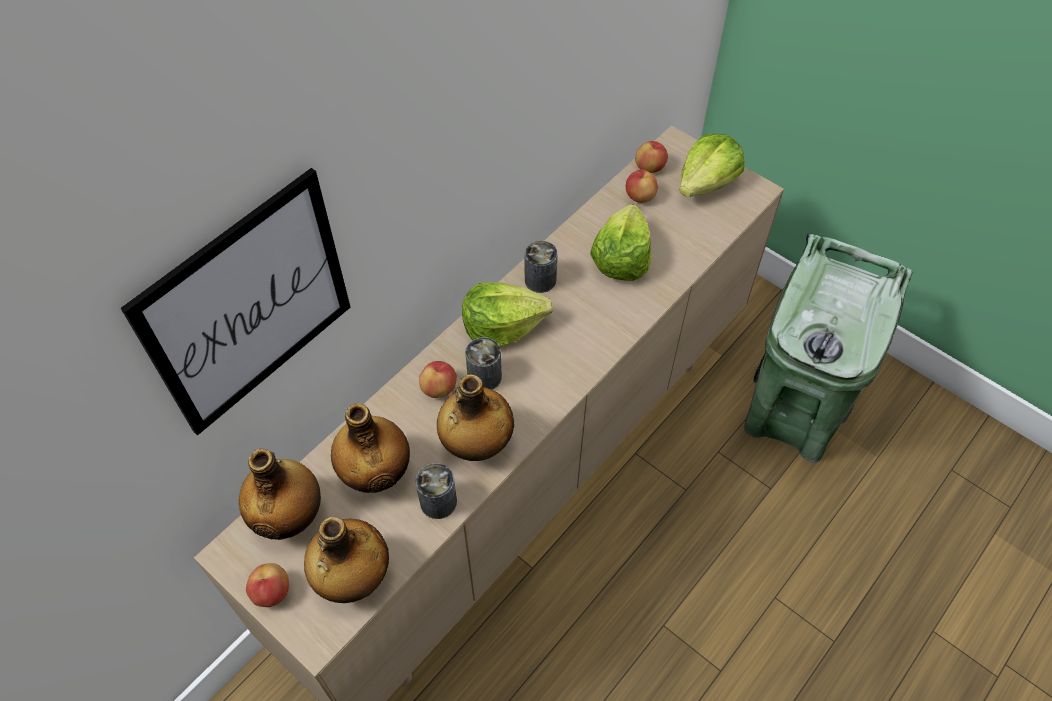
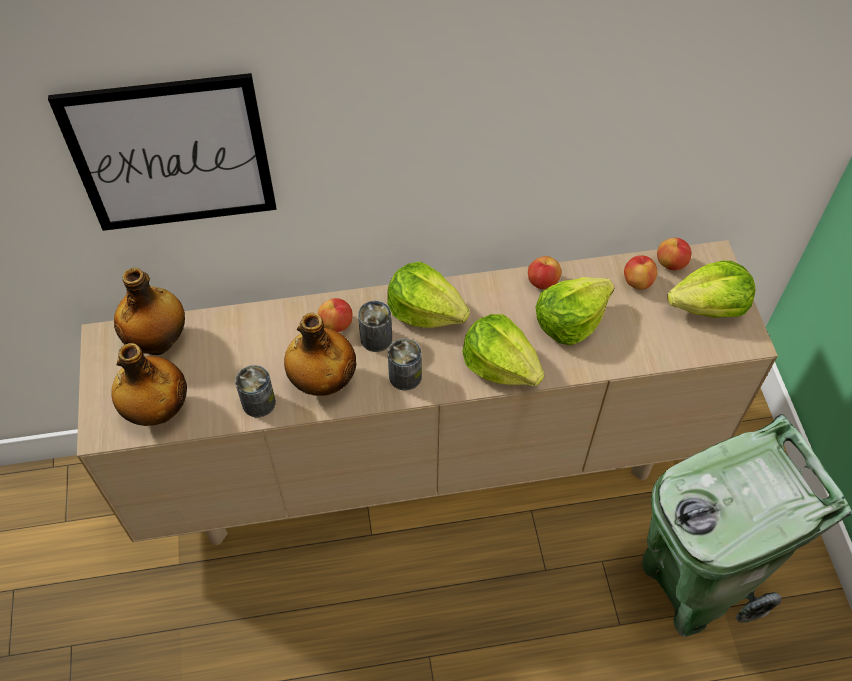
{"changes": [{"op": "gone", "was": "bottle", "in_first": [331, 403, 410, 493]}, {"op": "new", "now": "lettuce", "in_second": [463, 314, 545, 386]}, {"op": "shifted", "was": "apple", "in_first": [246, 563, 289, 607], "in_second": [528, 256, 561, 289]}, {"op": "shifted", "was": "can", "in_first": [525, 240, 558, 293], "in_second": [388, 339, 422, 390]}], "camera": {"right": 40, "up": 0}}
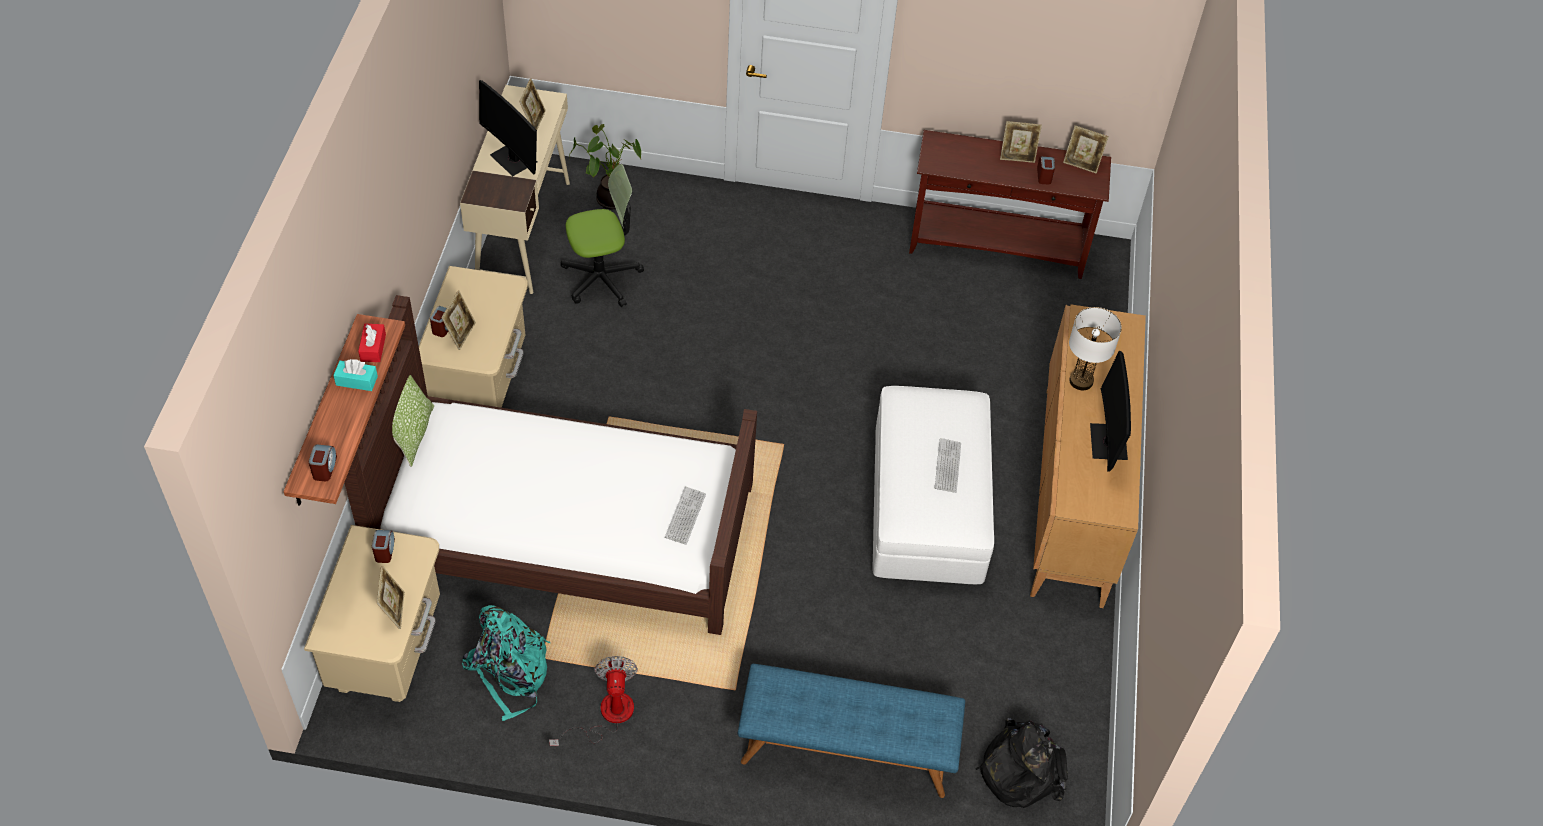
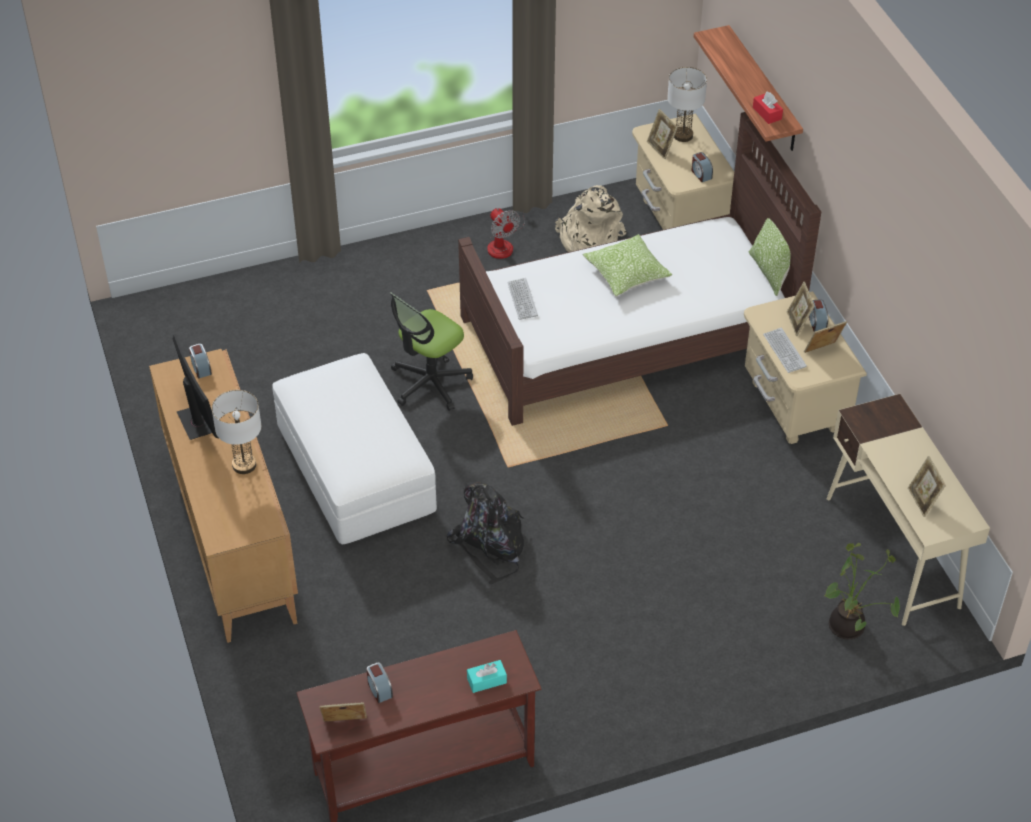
{"changes": [{"op": "gone", "was": "monitor", "in_first": [479, 80, 537, 176]}, {"op": "gone", "was": "bench (blue)", "in_first": [738, 664, 965, 798]}, {"op": "new", "now": "pillow", "in_second": [583, 234, 672, 297]}, {"op": "new", "now": "table lamp", "in_second": [667, 67, 707, 142]}, {"op": "shifted", "was": "alarm clock", "in_first": [309, 444, 337, 481], "in_second": [189, 344, 212, 379]}, {"op": "shifted", "was": "tissue box (turquoise)", "in_first": [333, 359, 378, 391], "in_second": [467, 660, 507, 693]}, {"op": "shifted", "was": "office chair", "in_first": [561, 164, 644, 307], "in_second": [390, 292, 473, 411]}, {"op": "shifted", "was": "keyboard", "in_first": [935, 438, 961, 493], "in_second": [763, 328, 807, 373]}, {"op": "shifted", "was": "backpack (black)", "in_first": [975, 718, 1068, 808], "in_second": [447, 482, 524, 585]}, {"op": "shifted", "was": "picture frame", "in_first": [1000, 121, 1042, 163], "in_second": [804, 321, 847, 353]}, {"op": "repainted", "was": "backpack (turquoise)", "now": "backpack (beige)", "in_first": [462, 605, 550, 721], "in_second": [555, 185, 627, 252]}], "camera": {"right": 155, "up": -5}}
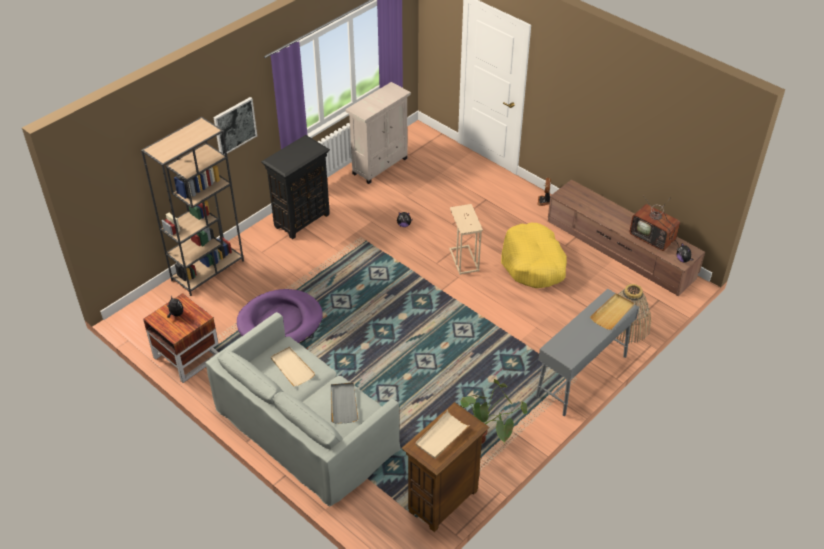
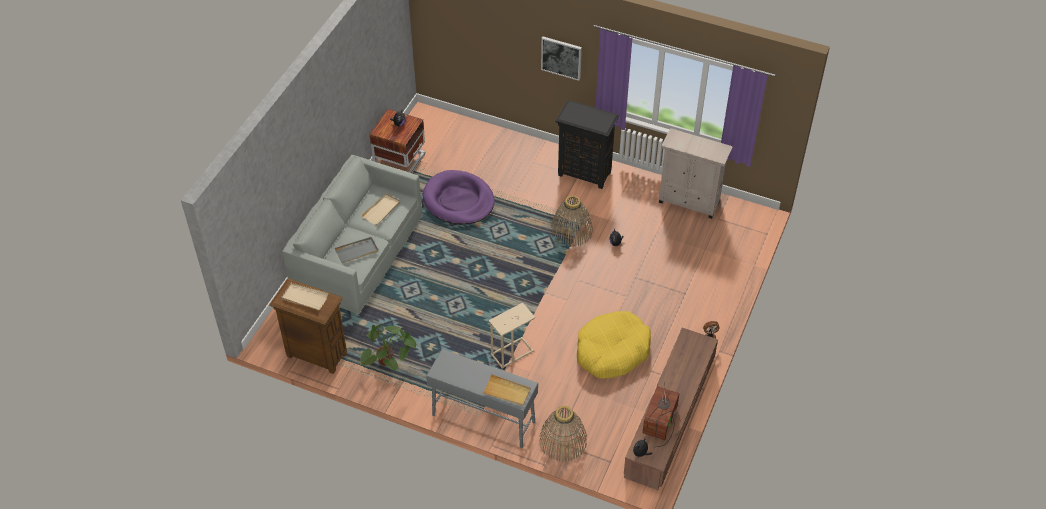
{"changes": [{"op": "gone", "was": "bookcase", "in_first": [141, 117, 244, 296]}, {"op": "new", "now": "basket", "in_second": [551, 195, 593, 247]}, {"op": "shifted", "was": "side table (beige)", "in_first": [449, 204, 483, 275], "in_second": [489, 303, 535, 369]}], "camera": {"right": 70, "up": 5}}
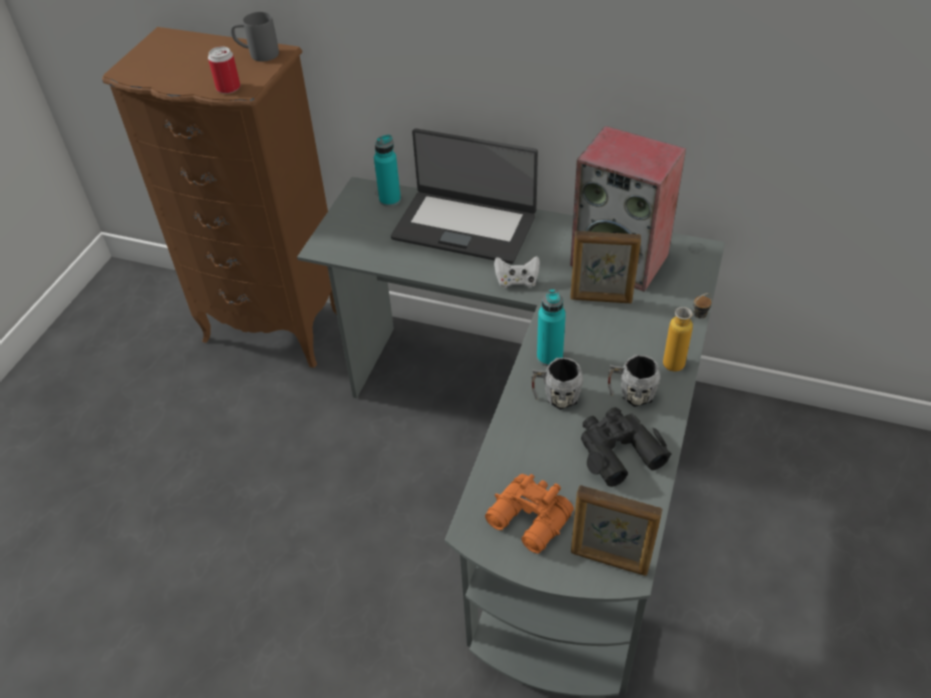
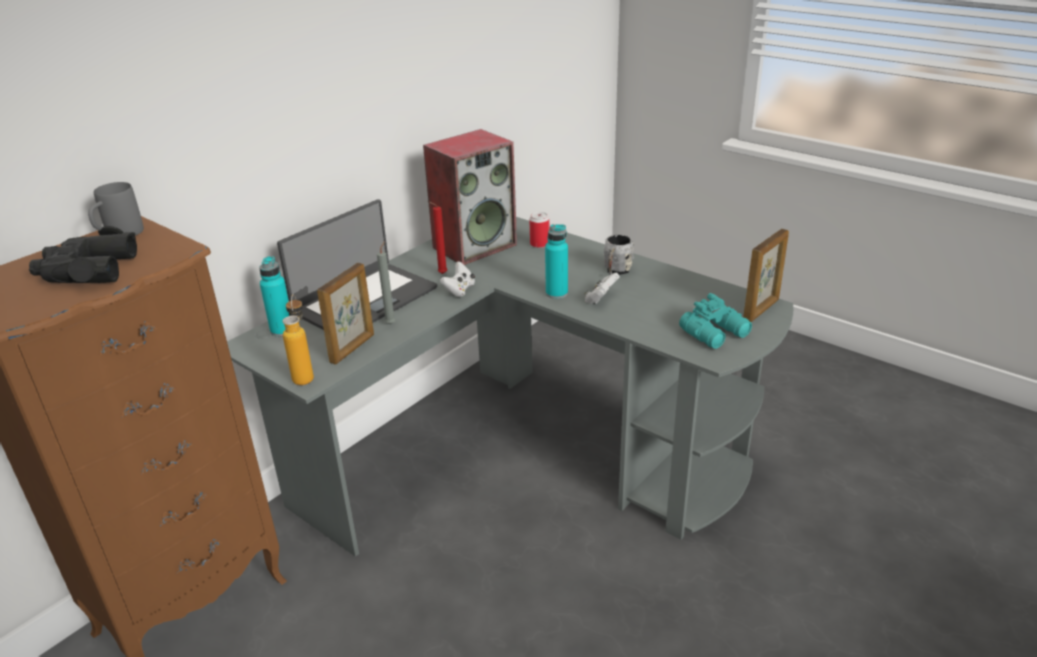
{"changes": [{"op": "new", "now": "candle (grey)", "in_second": [377, 241, 396, 324]}, {"op": "new", "now": "candle (red)", "in_second": [428, 201, 448, 274]}, {"op": "shifted", "was": "can", "in_first": [208, 46, 240, 94], "in_second": [529, 212, 549, 248]}, {"op": "shifted", "was": "picture frame", "in_first": [570, 231, 641, 303], "in_second": [317, 263, 374, 365]}, {"op": "shifted", "was": "binoculars (black)", "in_first": [581, 407, 671, 487], "in_second": [29, 226, 137, 283]}, {"op": "shifted", "was": "bottle", "in_first": [663, 293, 712, 372], "in_second": [282, 294, 314, 385]}, {"op": "swapped", "was": "mug (grey)", "now": "game controller (white)", "in_first": [531, 358, 583, 410], "in_second": [584, 273, 619, 304]}, {"op": "repainted", "was": "binoculars (orange)", "now": "binoculars (turquoise)", "in_first": [485, 474, 574, 554], "in_second": [679, 293, 752, 349]}], "camera": {"right": -70, "up": -15}}
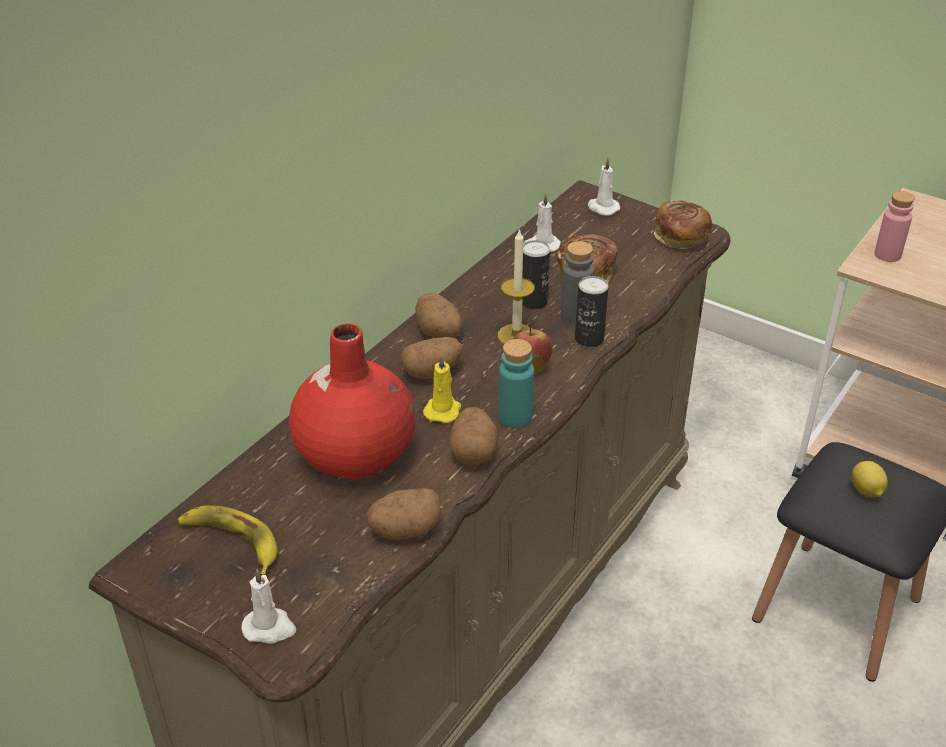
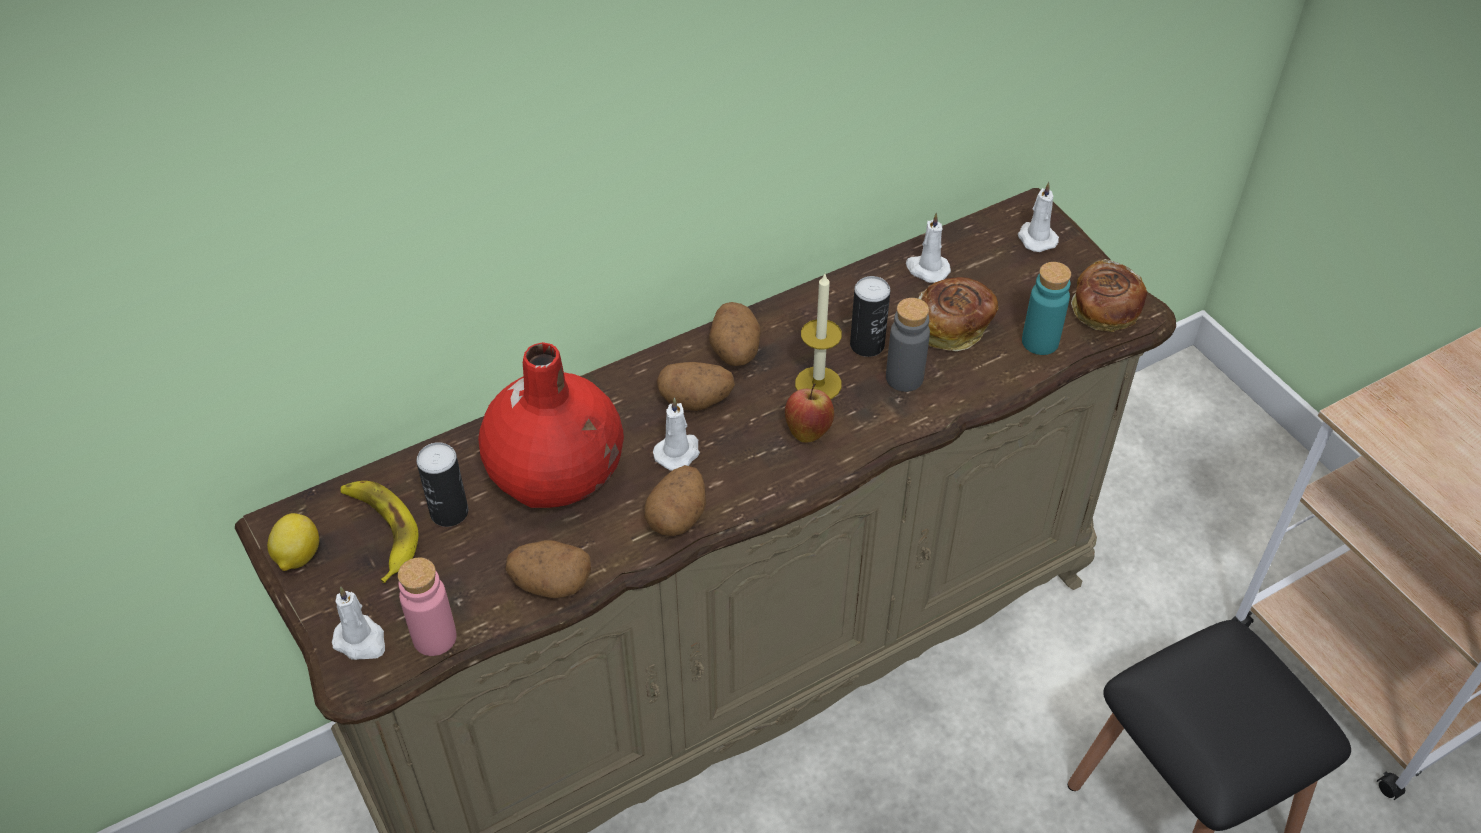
{"changes": [{"op": "shifted", "was": "bottle (turquoise)", "in_first": [498, 339, 534, 428], "in_second": [1022, 262, 1071, 355]}, {"op": "shifted", "was": "can", "in_first": [575, 276, 609, 347], "in_second": [416, 442, 468, 527]}, {"op": "shifted", "was": "lemon", "in_first": [852, 461, 888, 498], "in_second": [267, 513, 319, 571]}, {"op": "shifted", "was": "bottle (pink)", "in_first": [874, 191, 915, 262], "in_second": [398, 558, 457, 656]}, {"op": "repainted", "was": "candle (yellow)", "now": "candle (white)", "in_first": [423, 354, 461, 423], "in_second": [653, 397, 700, 471]}], "camera": {"right": 25, "up": 10}}
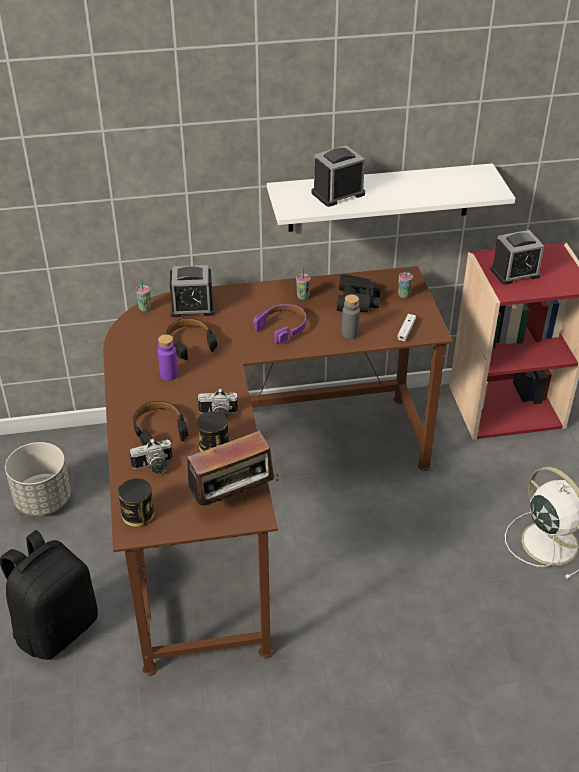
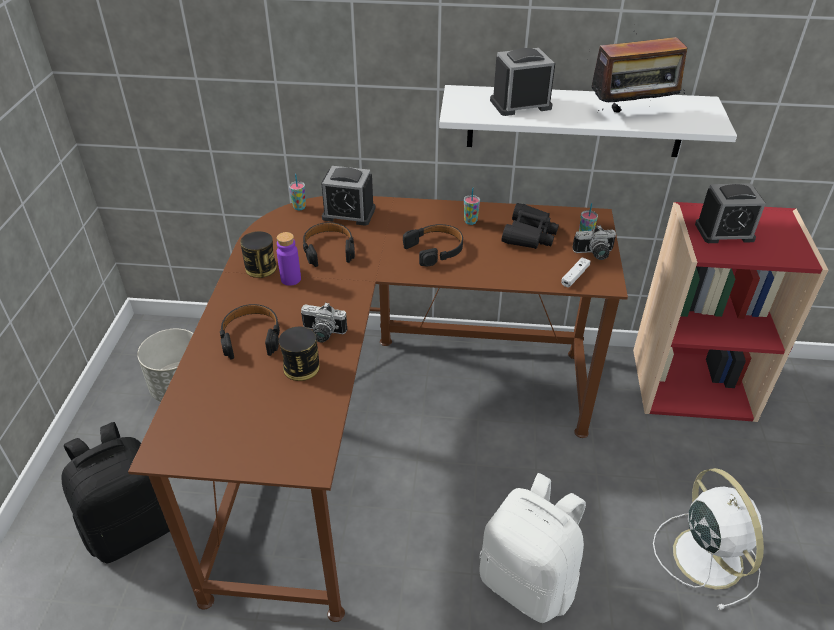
{"changes": [{"op": "gone", "was": "bottle (grey)", "in_first": [342, 294, 360, 339]}, {"op": "new", "now": "backpack (white)", "in_second": [480, 473, 586, 623]}, {"op": "shifted", "was": "can", "in_first": [118, 478, 155, 527], "in_second": [240, 231, 277, 278]}, {"op": "shifted", "was": "photo camera", "in_first": [130, 439, 172, 474], "in_second": [572, 225, 616, 260]}, {"op": "shifted", "was": "radio", "in_first": [178, 431, 278, 508], "in_second": [589, 30, 687, 112]}, {"op": "repainted", "was": "headphones (purple)", "now": "headphones (black)", "in_first": [253, 304, 306, 344], "in_second": [403, 224, 463, 266]}], "camera": {"right": 15, "up": 0}}
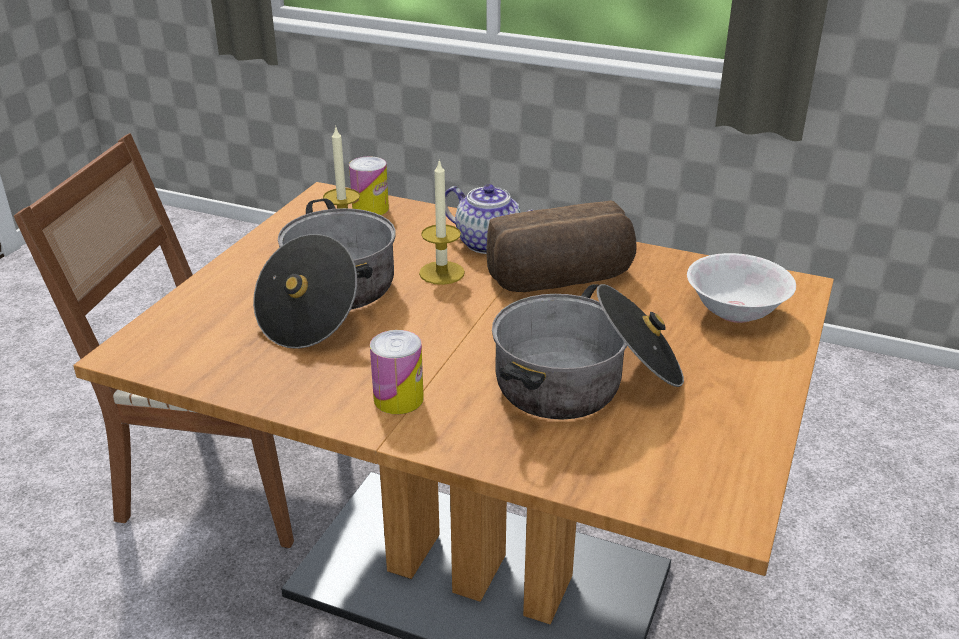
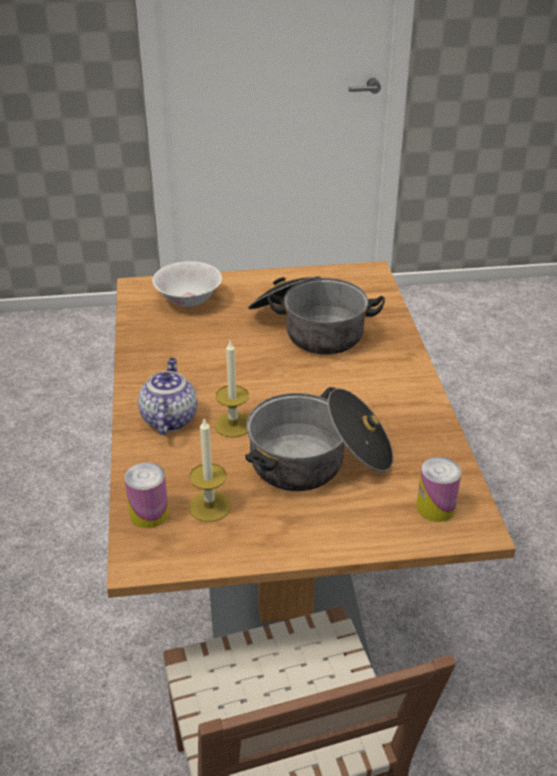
{"changes": [{"op": "gone", "was": "bread", "in_first": [486, 200, 636, 292]}, {"op": "shifted", "was": "can", "in_first": [370, 330, 424, 414], "in_second": [416, 457, 462, 522]}], "camera": {"right": -120, "up": 5}}
